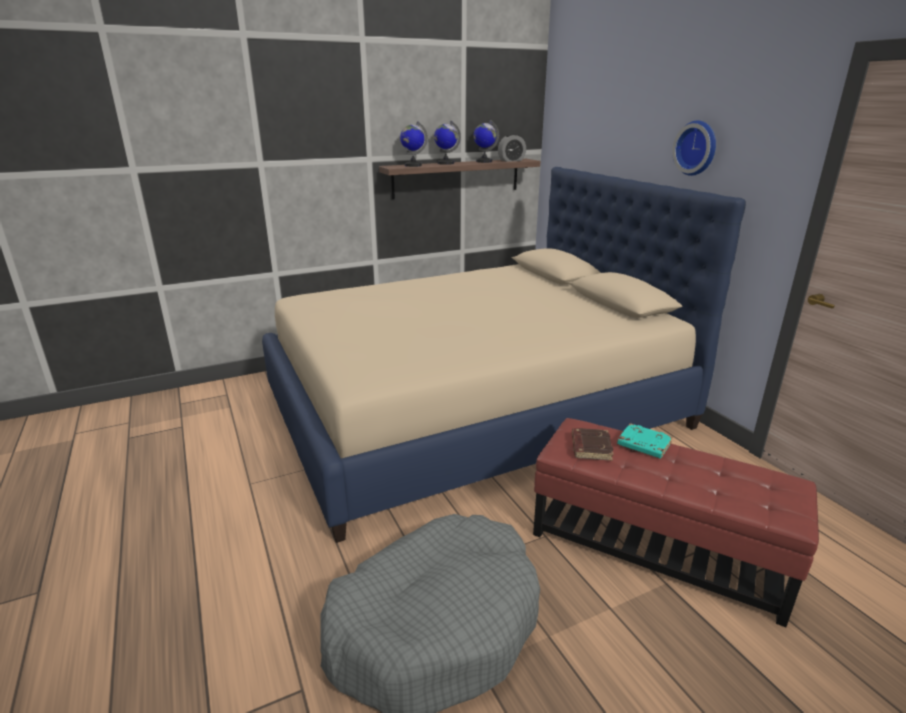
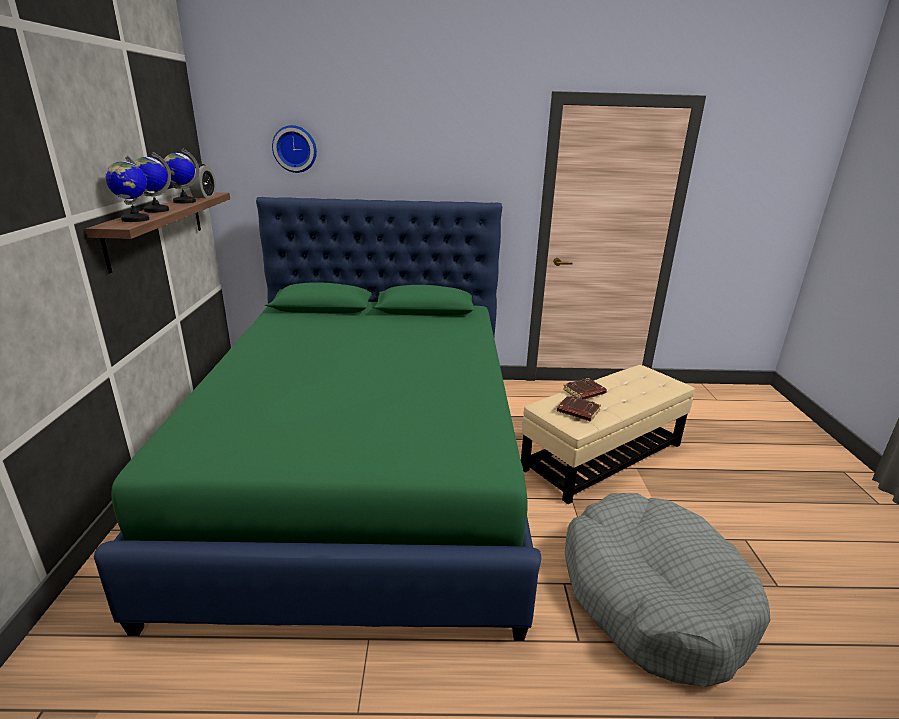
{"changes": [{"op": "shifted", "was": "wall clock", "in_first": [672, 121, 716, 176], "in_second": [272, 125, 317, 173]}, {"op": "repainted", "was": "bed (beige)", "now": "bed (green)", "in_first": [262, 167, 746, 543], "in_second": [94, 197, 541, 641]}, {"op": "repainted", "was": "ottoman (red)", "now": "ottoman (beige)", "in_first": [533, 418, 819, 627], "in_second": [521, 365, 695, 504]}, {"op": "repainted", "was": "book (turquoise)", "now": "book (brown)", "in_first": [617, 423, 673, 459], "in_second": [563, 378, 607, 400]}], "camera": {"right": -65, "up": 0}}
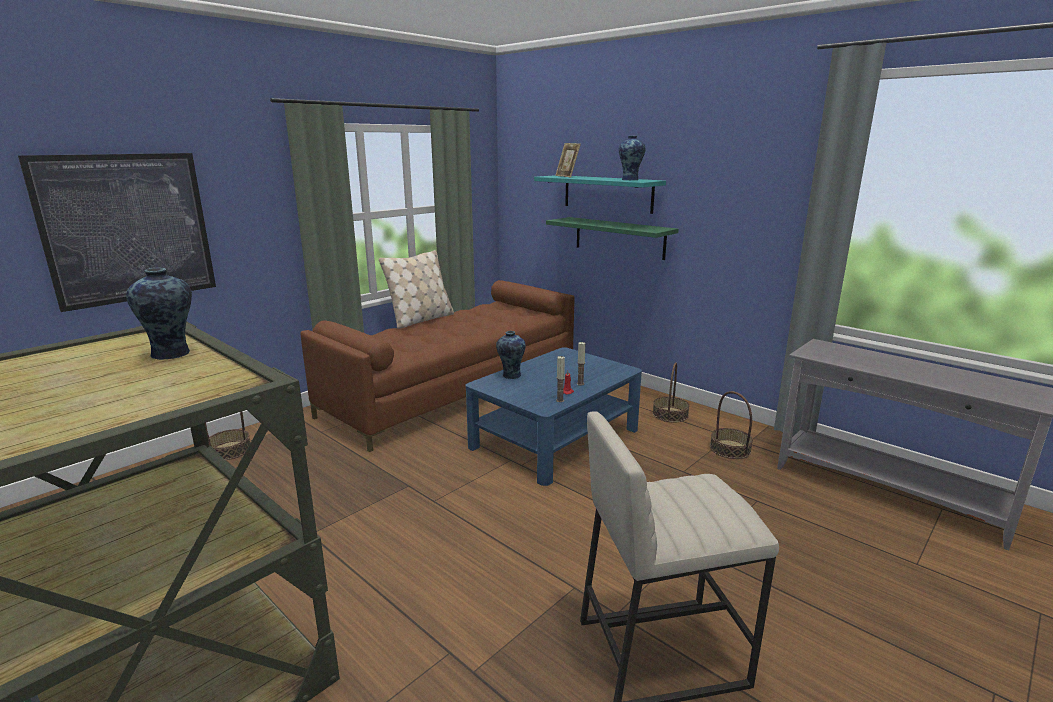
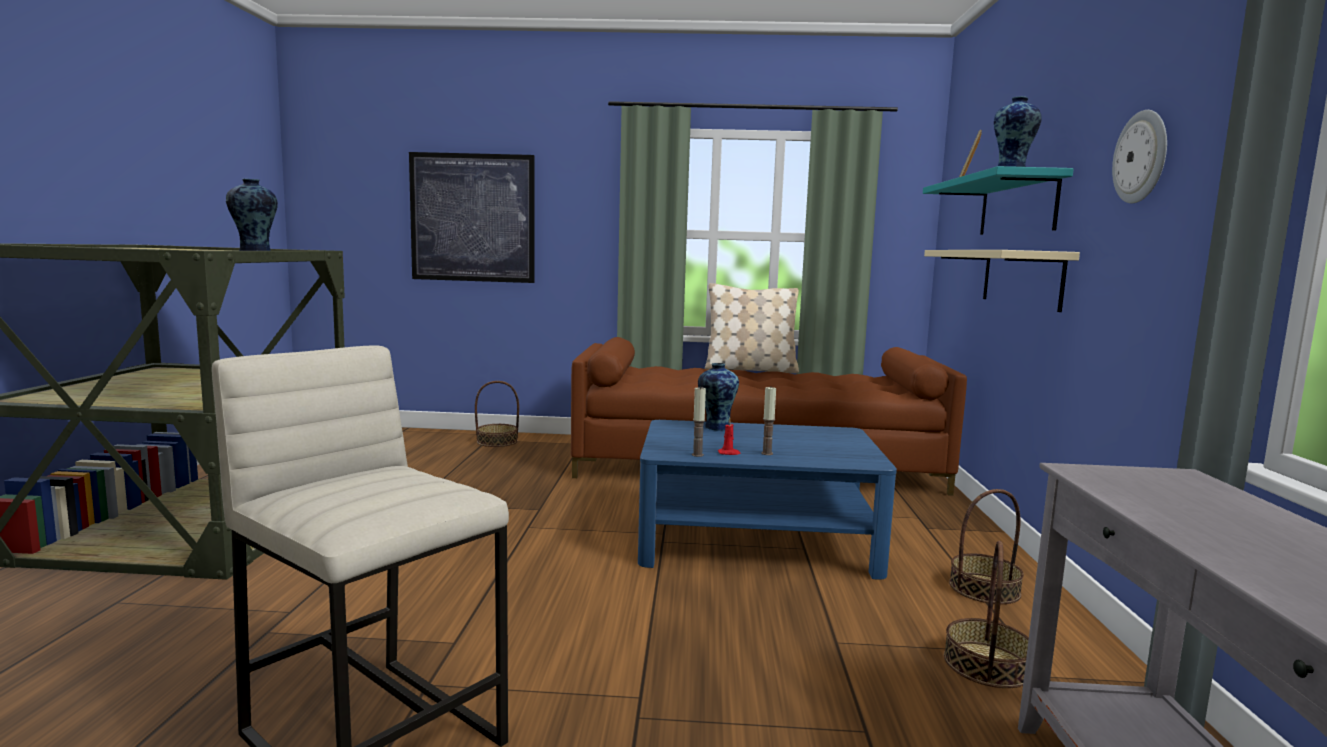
{"changes": [{"op": "new", "now": "wall clock", "in_second": [1112, 110, 1167, 203]}, {"op": "repainted", "was": "shelf (green)", "now": "shelf (beige)", "in_first": [546, 217, 679, 260], "in_second": [924, 250, 1080, 312]}], "camera": {"right": 50, "up": -10}}
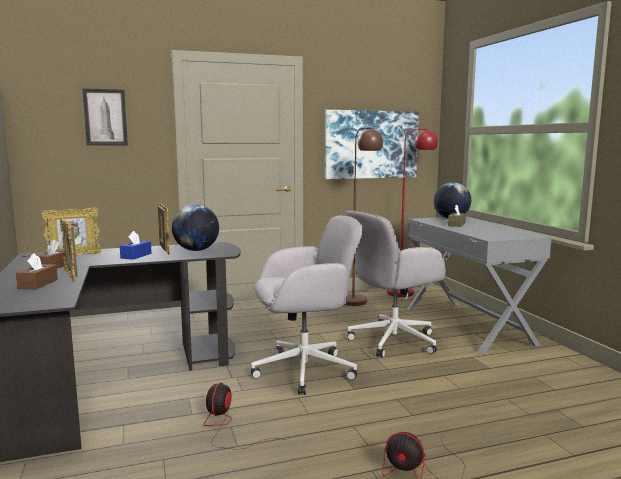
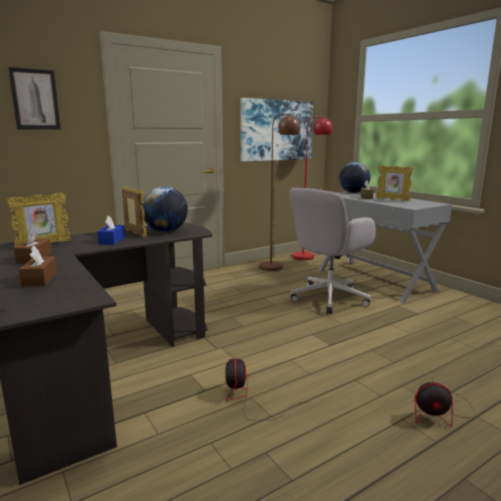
{"changes": [{"op": "gone", "was": "office chair (grey)", "in_first": [251, 215, 363, 395]}, {"op": "shifted", "was": "picture frame", "in_first": [60, 217, 78, 281], "in_second": [376, 165, 413, 201]}], "camera": {"right": -15, "up": 5}}
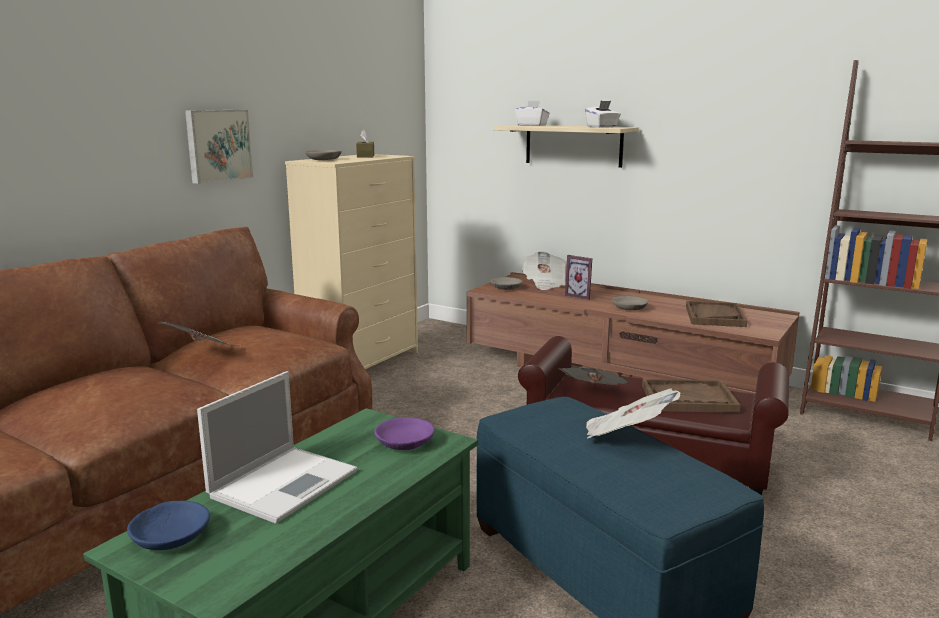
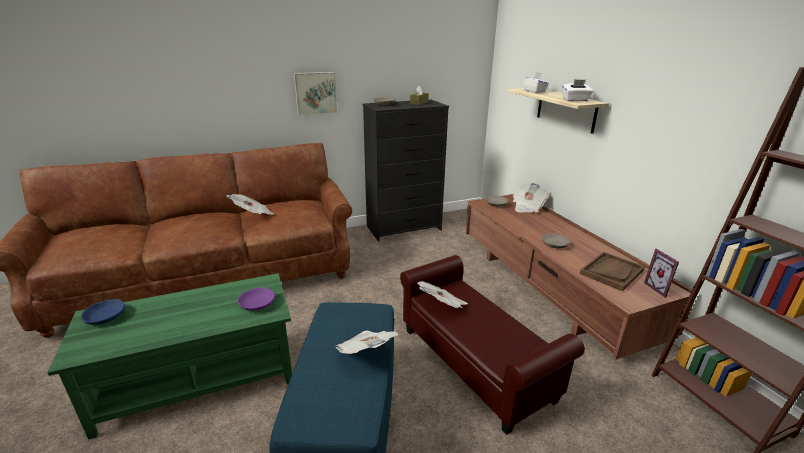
{"changes": [{"op": "gone", "was": "laptop", "in_first": [197, 371, 357, 524]}, {"op": "gone", "was": "tray (brown)", "in_first": [642, 379, 740, 413]}, {"op": "shifted", "was": "picture frame", "in_first": [565, 255, 592, 300], "in_second": [644, 249, 679, 298]}, {"op": "repainted", "was": "dresser (beige)", "now": "dresser (black)", "in_first": [285, 154, 418, 369], "in_second": [363, 100, 449, 241]}], "camera": {"right": 35, "up": 10}}
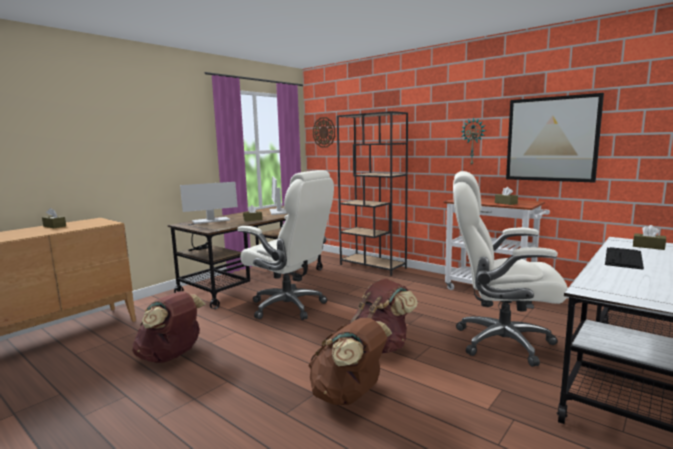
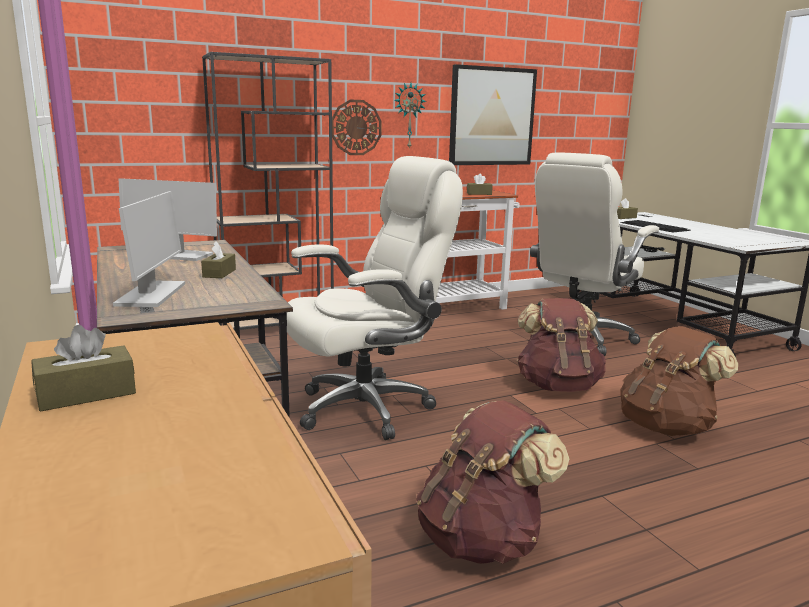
{"changes": [{"op": "shifted", "was": "wall clock", "in_first": [313, 117, 335, 148], "in_second": [332, 100, 382, 155]}], "camera": {"right": -65, "up": 5}}
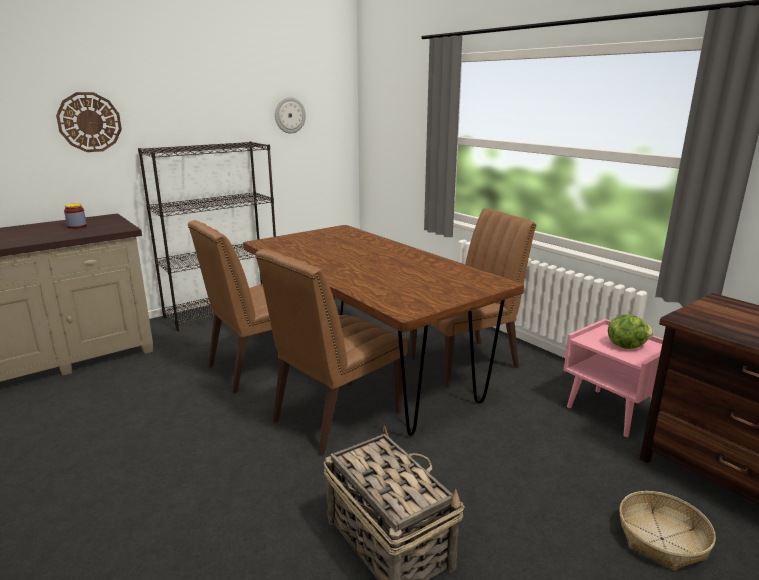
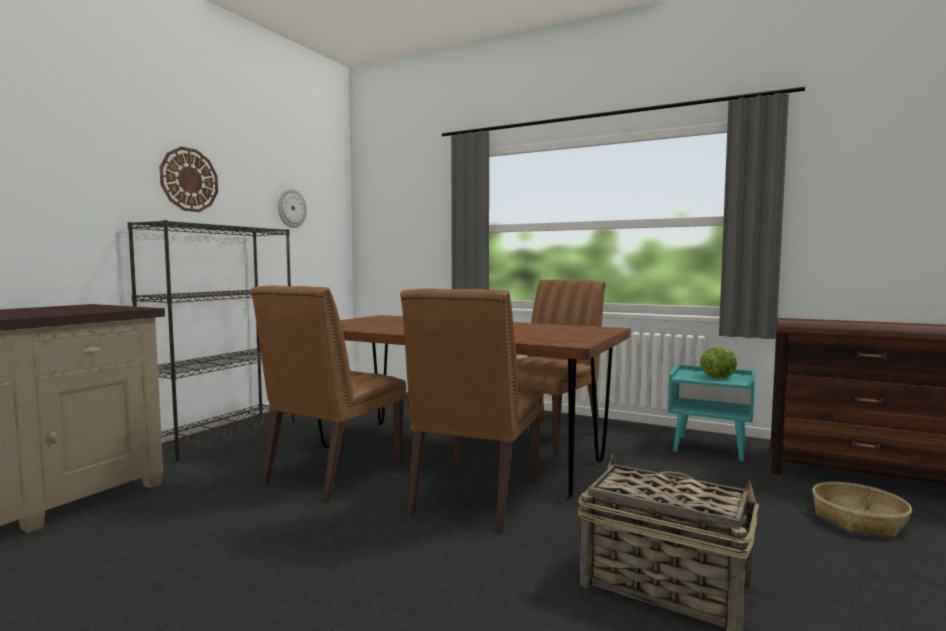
{"changes": [{"op": "gone", "was": "jar", "in_first": [64, 203, 87, 229]}, {"op": "shifted", "was": "wall clock", "in_first": [56, 92, 122, 152], "in_second": [160, 147, 218, 212]}, {"op": "repainted", "was": "nightstand (pink)", "now": "nightstand (turquoise)", "in_first": [564, 319, 663, 437], "in_second": [668, 365, 755, 462]}], "camera": {"right": -25, "up": -15}}
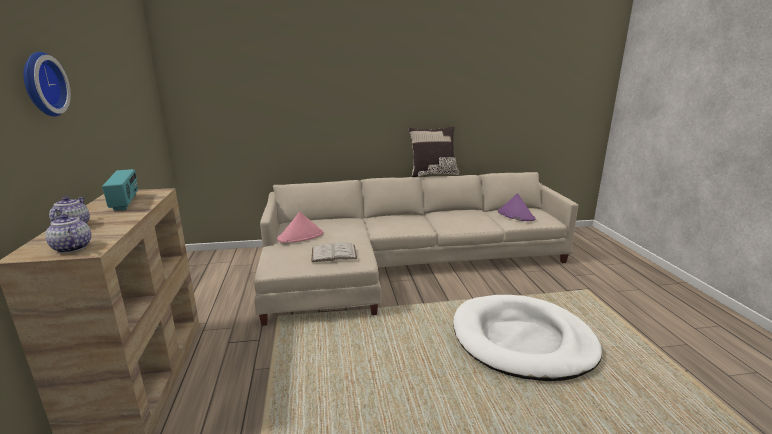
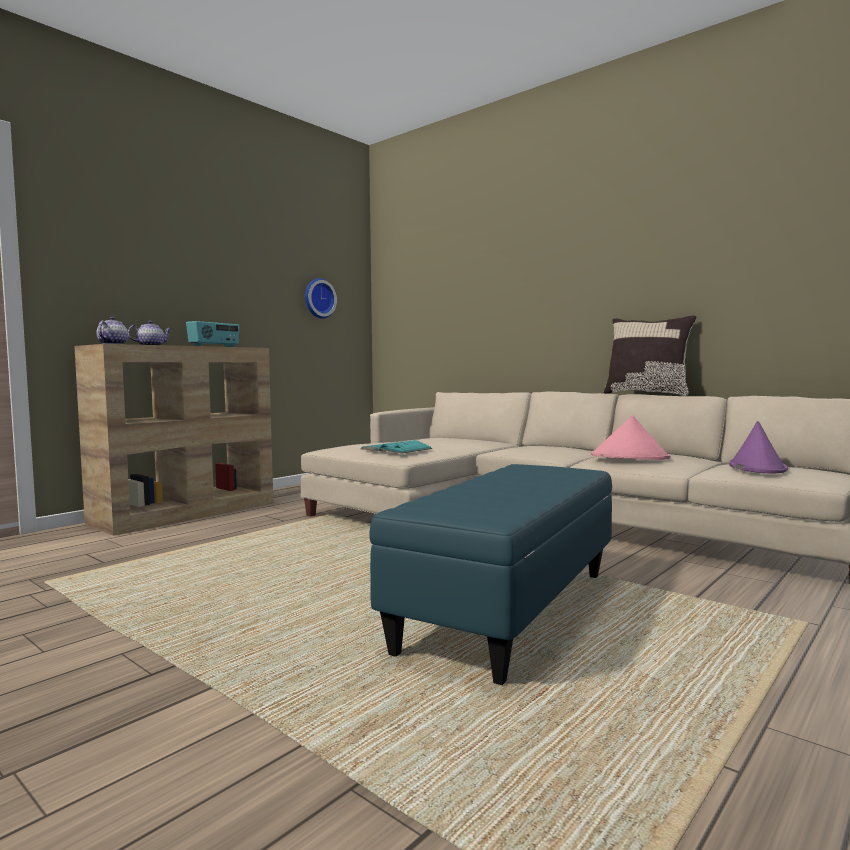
{"changes": [{"op": "shifted", "was": "wall clock", "in_first": [23, 52, 71, 117], "in_second": [305, 278, 337, 319]}, {"op": "shifted", "was": "hat (pink)", "in_first": [277, 212, 323, 243], "in_second": [591, 415, 671, 460]}, {"op": "swapped", "was": "dog bed (white)", "now": "ottoman (blue)", "in_first": [453, 295, 602, 381], "in_second": [369, 464, 612, 685]}, {"op": "repainted", "was": "book (white)", "now": "book (turquoise)", "in_first": [311, 241, 357, 262], "in_second": [361, 440, 433, 454]}], "camera": {"right": 50, "up": -15}}
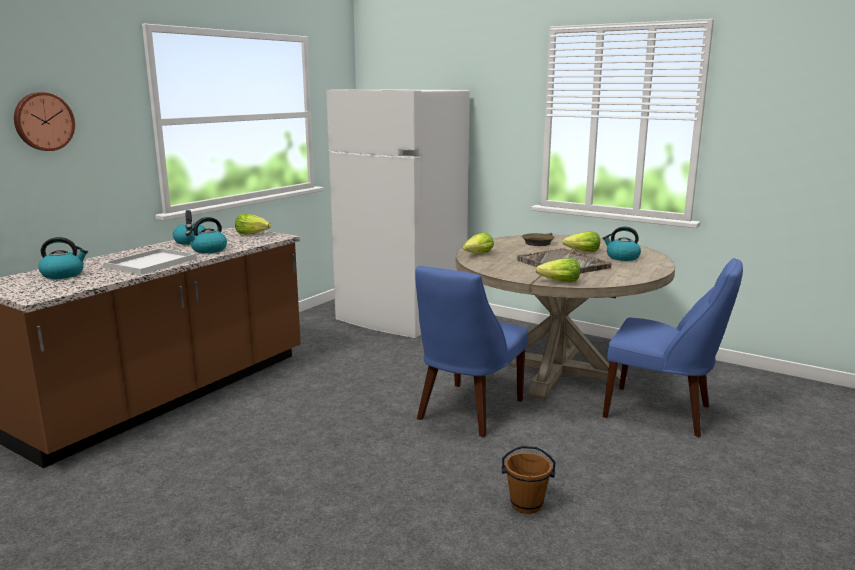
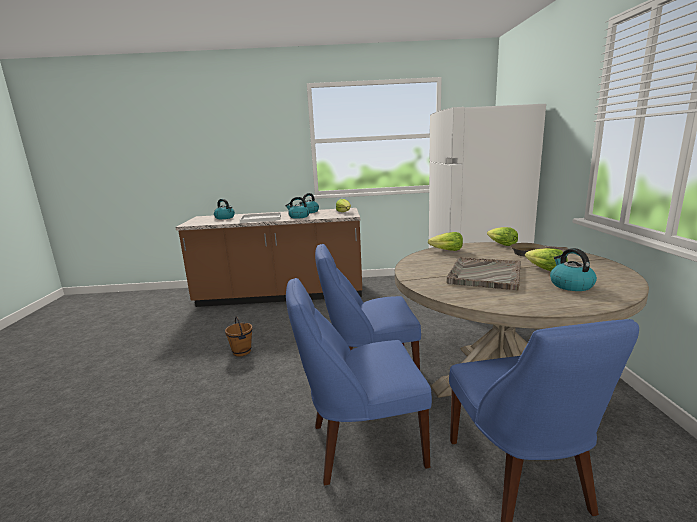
{"changes": [{"op": "gone", "was": "wall clock", "in_first": [14, 92, 75, 151]}, {"op": "new", "now": "chair (blue)", "in_second": [286, 278, 432, 485]}, {"op": "shifted", "was": "bucket (brown)", "in_first": [501, 446, 556, 514], "in_second": [225, 317, 253, 357]}, {"op": "shifted", "was": "lettuce", "in_first": [535, 258, 580, 283], "in_second": [487, 227, 518, 246]}], "camera": {"right": 55, "up": 0}}
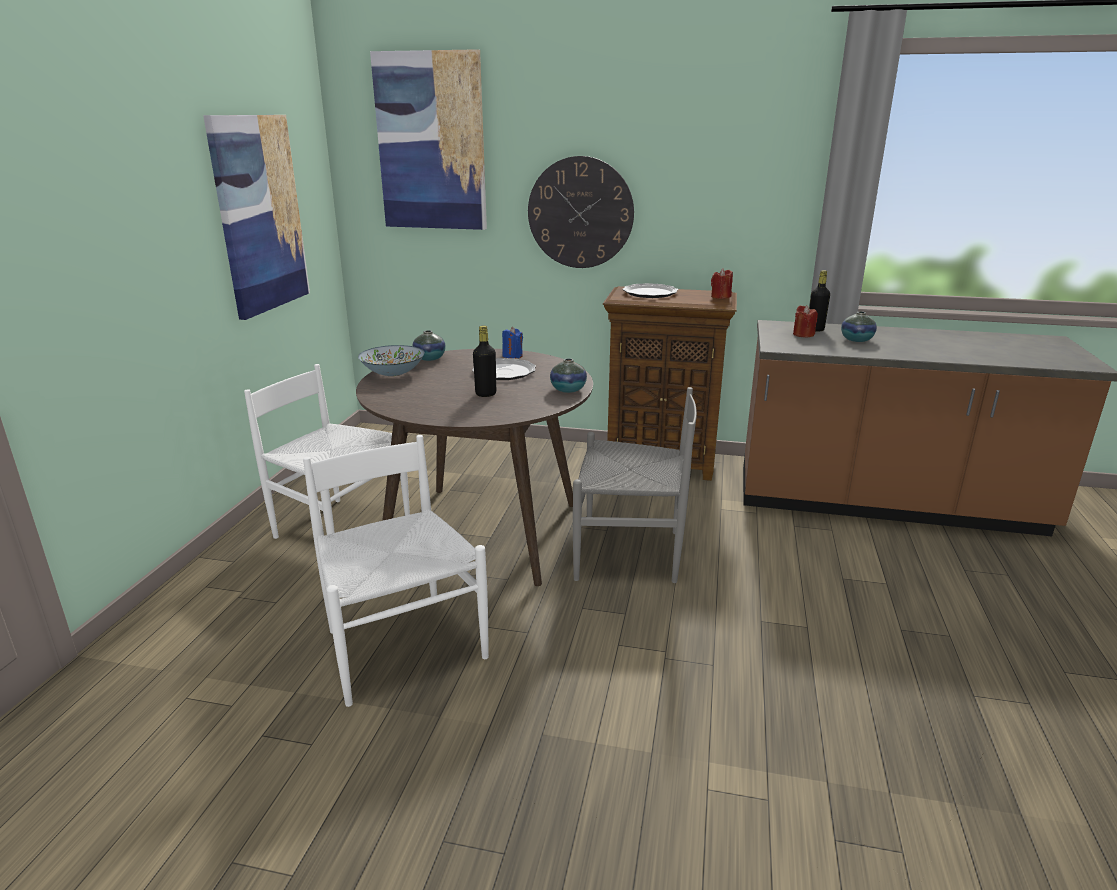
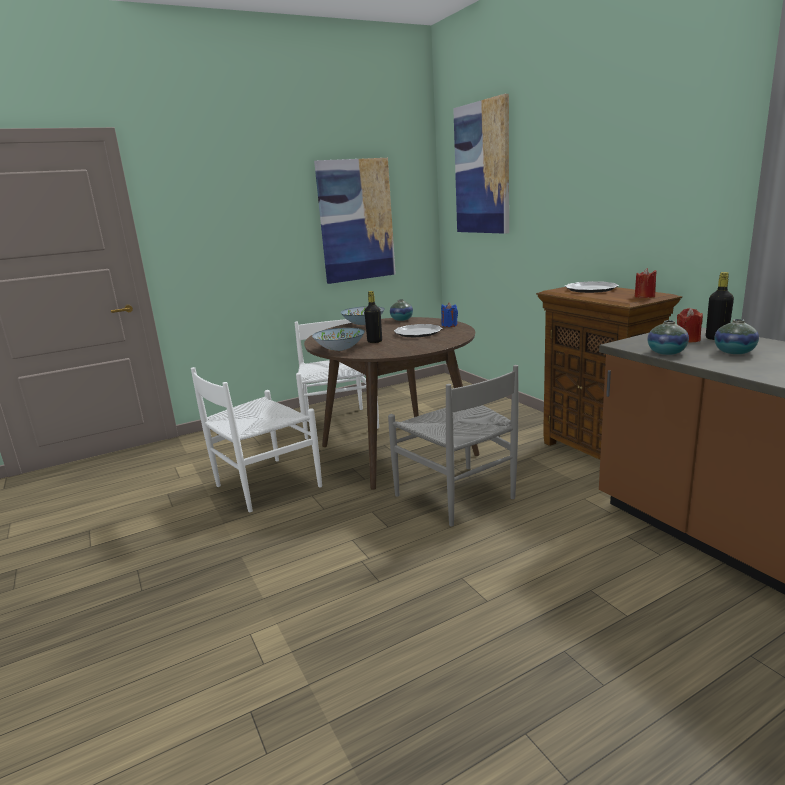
{"changes": [{"op": "gone", "was": "wall clock", "in_first": [528, 156, 634, 268]}, {"op": "new", "now": "bowl", "in_second": [312, 327, 365, 351]}, {"op": "shifted", "was": "vase", "in_first": [550, 358, 587, 393], "in_second": [647, 320, 689, 355]}, {"op": "rotated", "was": "chair (white)", "in_first": [303, 435, 489, 707], "in_second": [191, 367, 322, 512], "clockwise": -150}], "camera": {"right": 50, "up": -5}}
